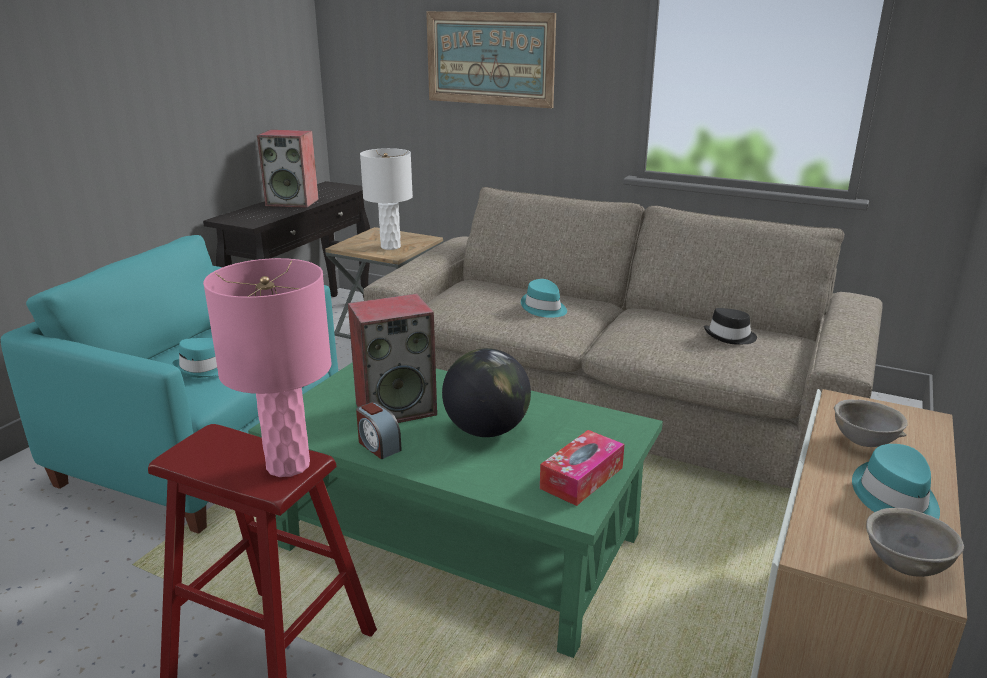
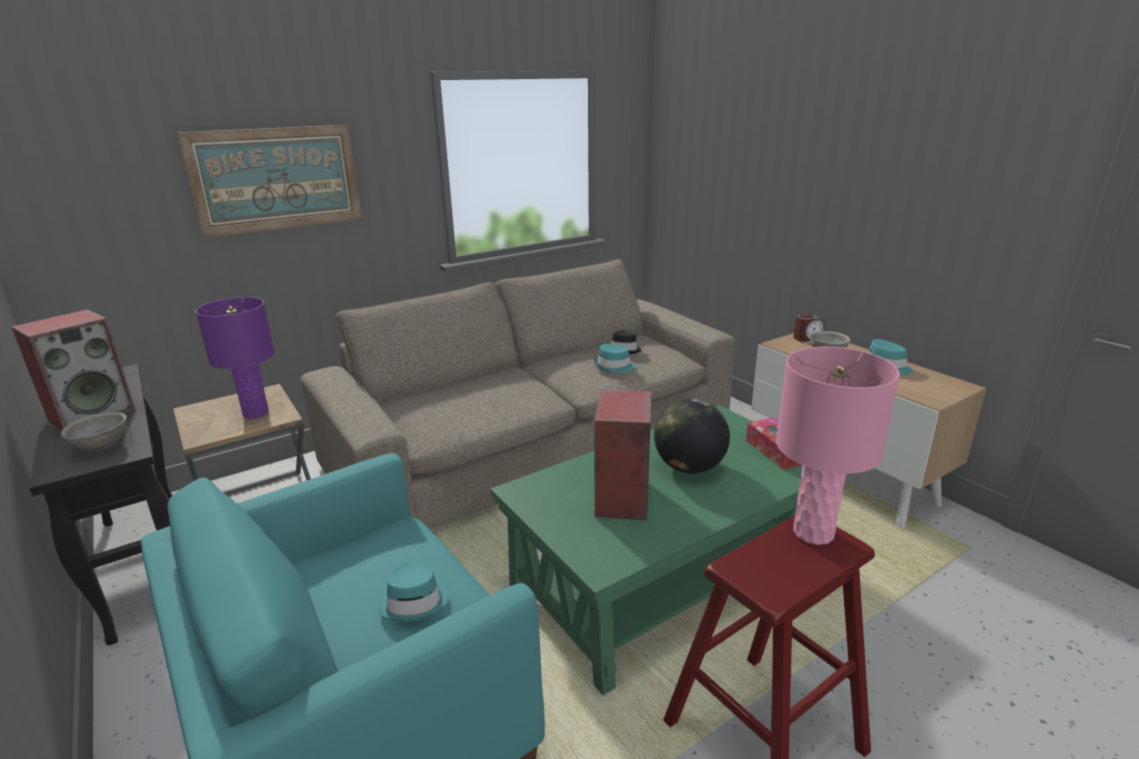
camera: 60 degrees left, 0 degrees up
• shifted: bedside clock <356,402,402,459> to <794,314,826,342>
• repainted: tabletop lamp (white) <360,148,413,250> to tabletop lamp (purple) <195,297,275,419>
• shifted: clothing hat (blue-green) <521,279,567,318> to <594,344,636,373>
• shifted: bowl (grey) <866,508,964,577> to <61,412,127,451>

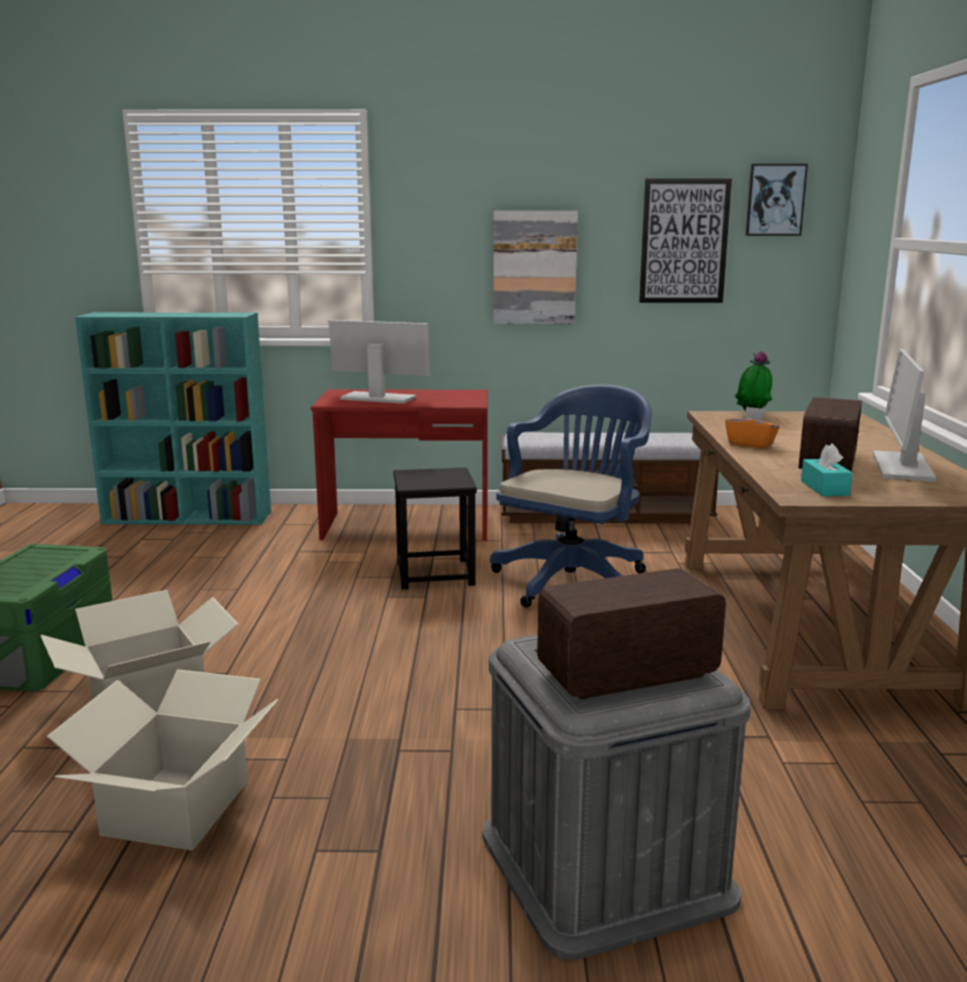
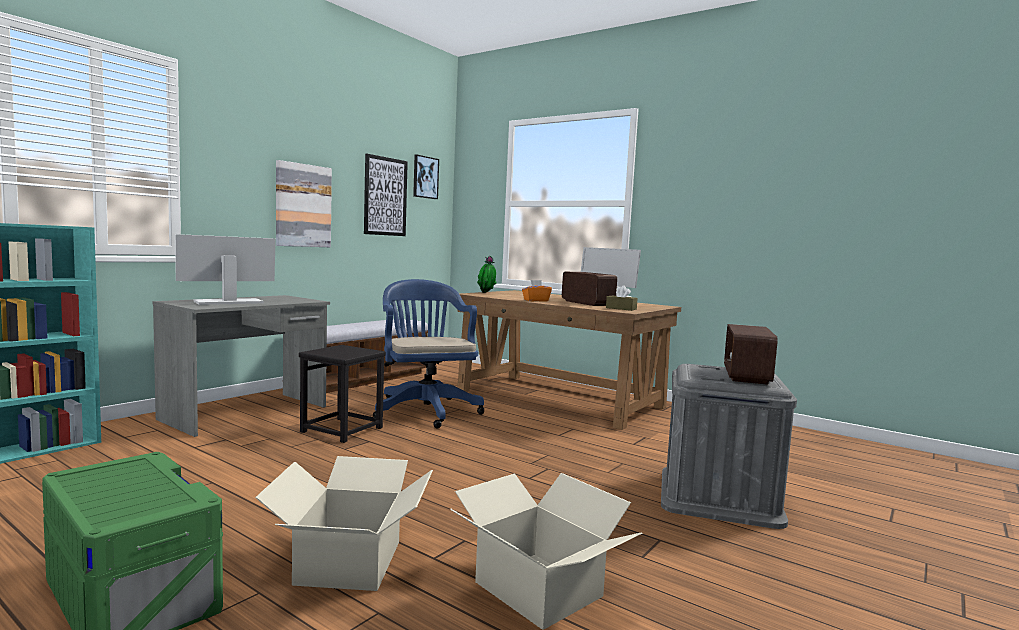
camera: 55 degrees left, 10 degrees down
• repainted: desk table (red) <311,389,488,541> to desk table (grey) <153,295,330,437>
• repainted: tissue holder (blue-green) <801,443,853,496> to tissue holder (brownish) <606,285,638,311>

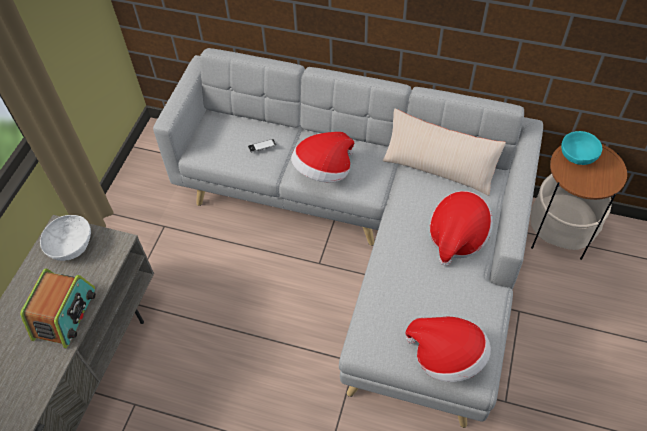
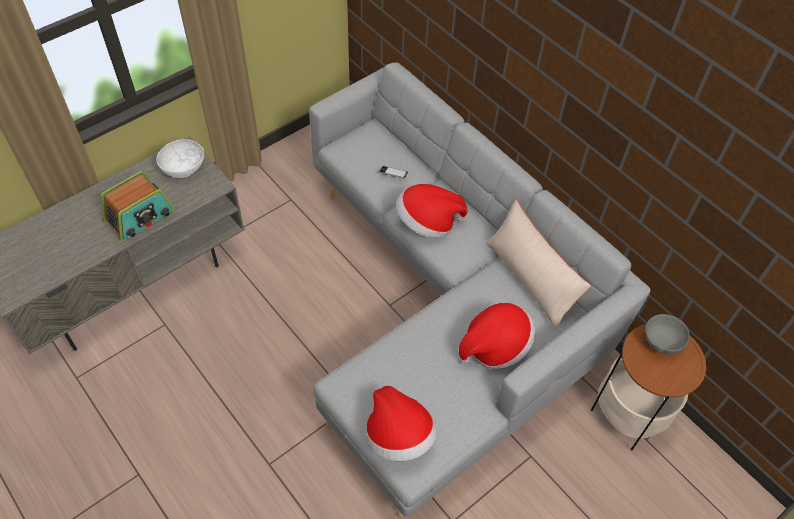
camera: 30 degrees right, 0 degrees up
• repainted: bowl (blue-green) <561,131,602,165> to bowl (grey) <645,314,690,355>

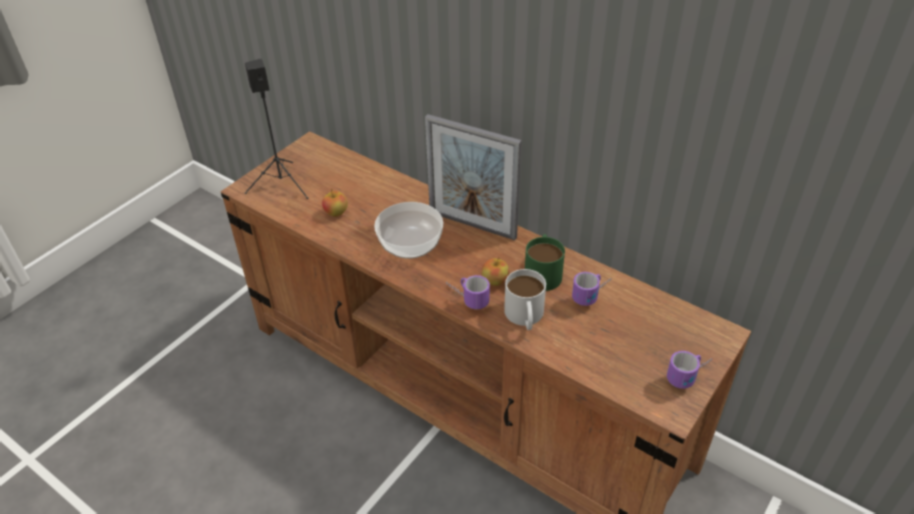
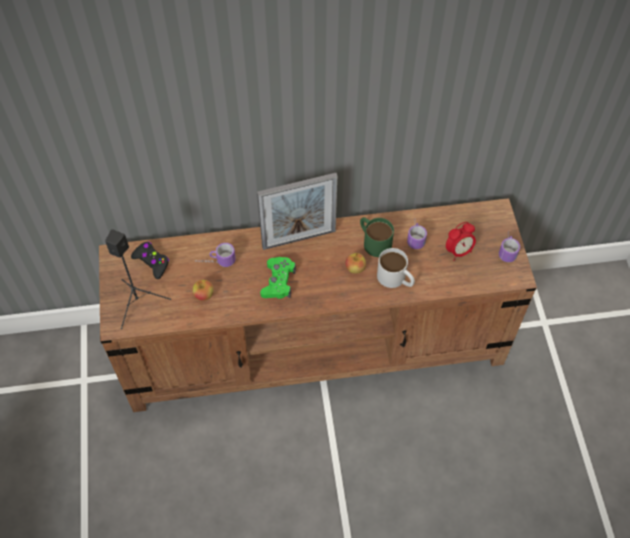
camera: 45 degrees left, 15 degrees up
• swapped: bowl <374,202,443,259> to game controller (green-coloured) <260,257,296,299>
• shifted: coffee mug <446,275,490,309> to <195,243,236,267>
• new: game controller (blackish) <131,241,169,279>
• new: bedside clock <446,222,476,261>

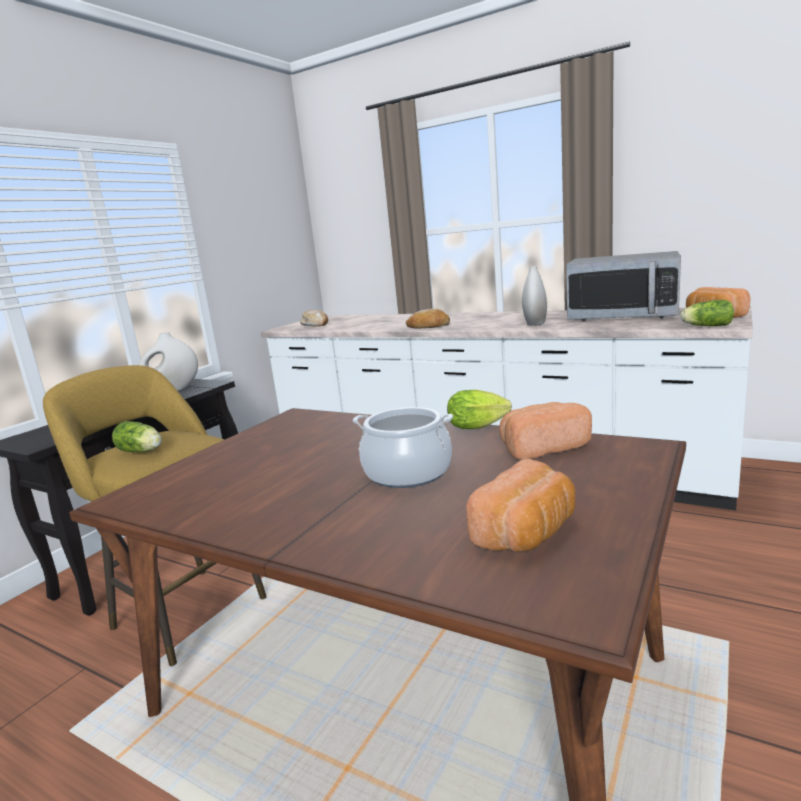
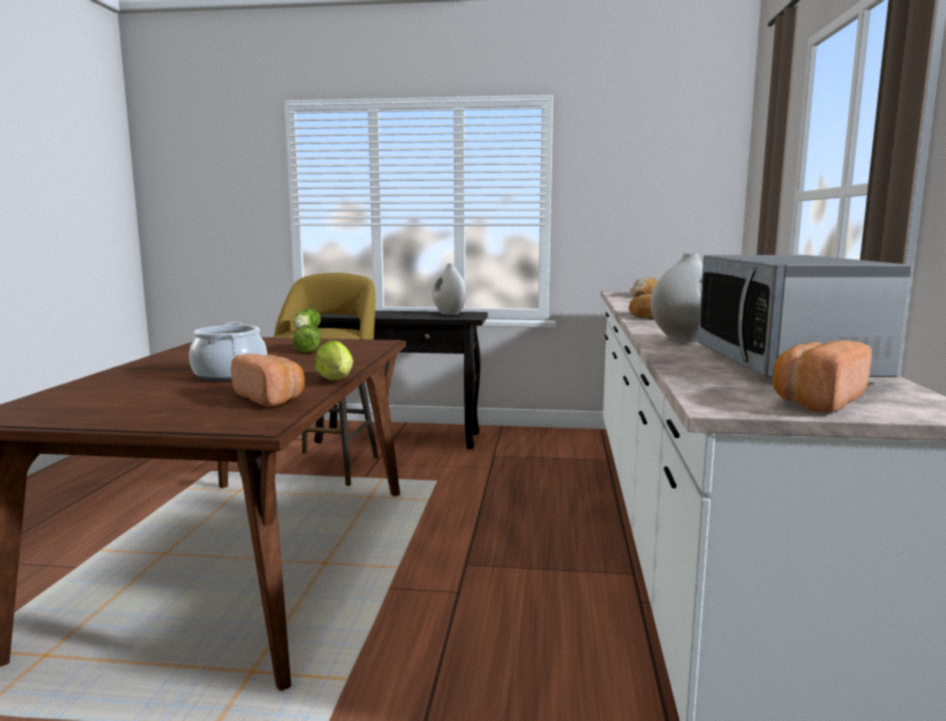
camera: 65 degrees right, 5 degrees down
• gone: bread <466,459,576,552>
• shifted: head of lettuce <681,300,734,326> to <292,325,321,353>

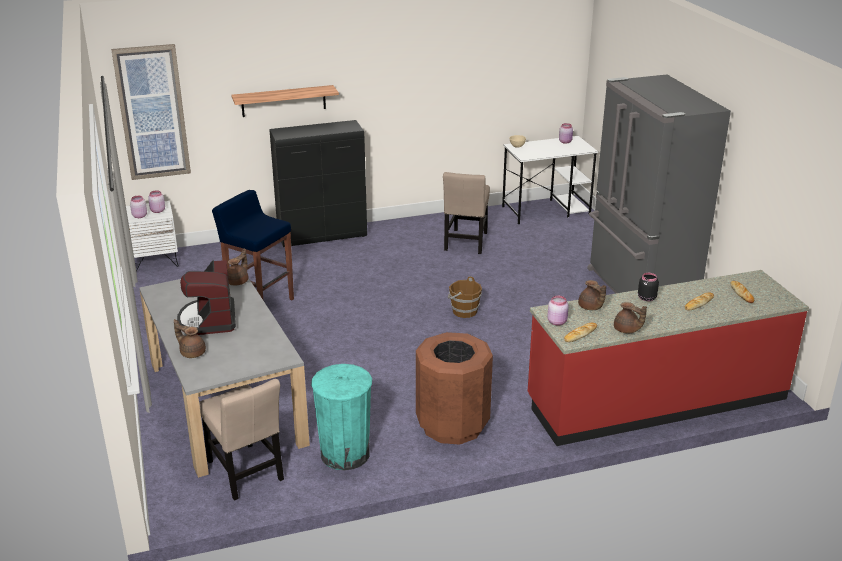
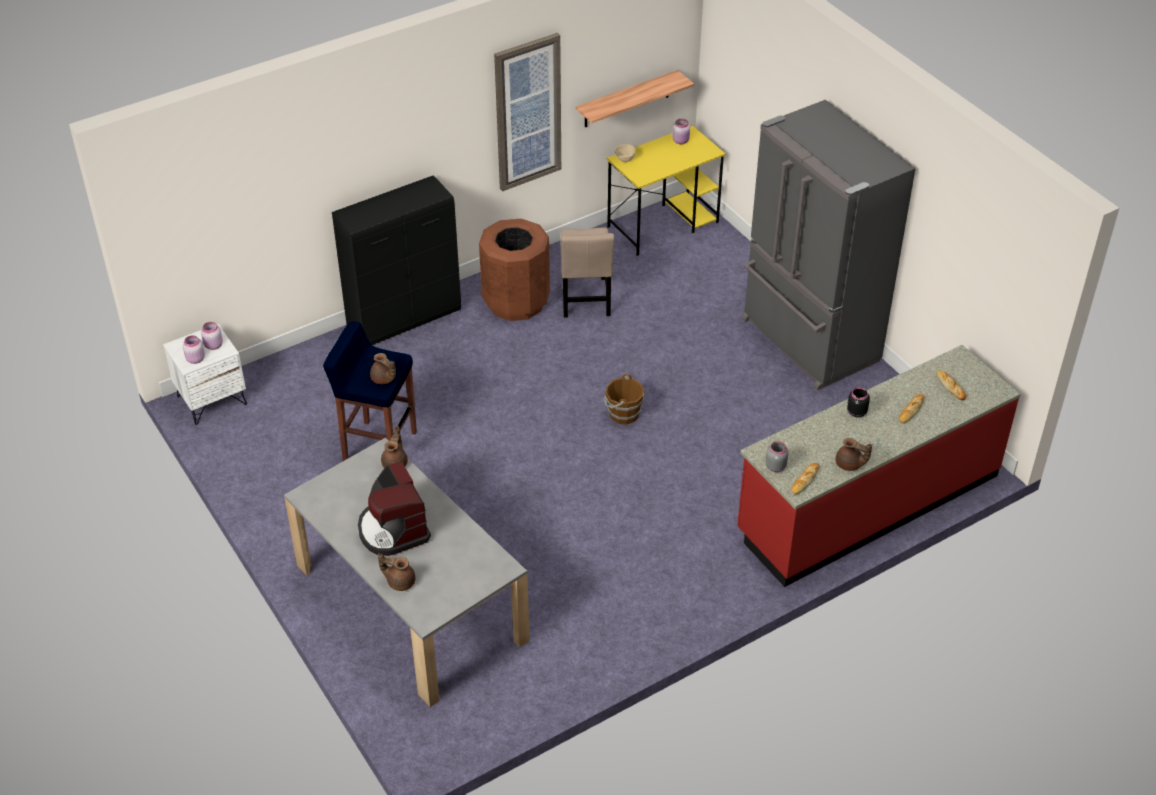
camera: 15 degrees left, 15 degrees up
• shifted: wall art <111,44,191,180> to <494,33,561,191>
• gone: chair (sand-coloured) <199,379,284,501>
• shifted: bracket shelf <231,85,339,117> to <576,70,694,127>
• gone: trash can (blue-green) <311,364,372,470>
• shifted: trash can (brownish) <416,332,493,445> to <479,219,550,321>
• repainted: desk table (white) <502,136,598,224> to desk table (yellow-coloured) <606,126,726,256>
• repainted: preserve jar (pinkish) <547,296,569,326> to preserve jar (grey) <766,441,789,472>
• shifted: tea pot (brownish) <578,280,606,310> to <370,353,396,384>

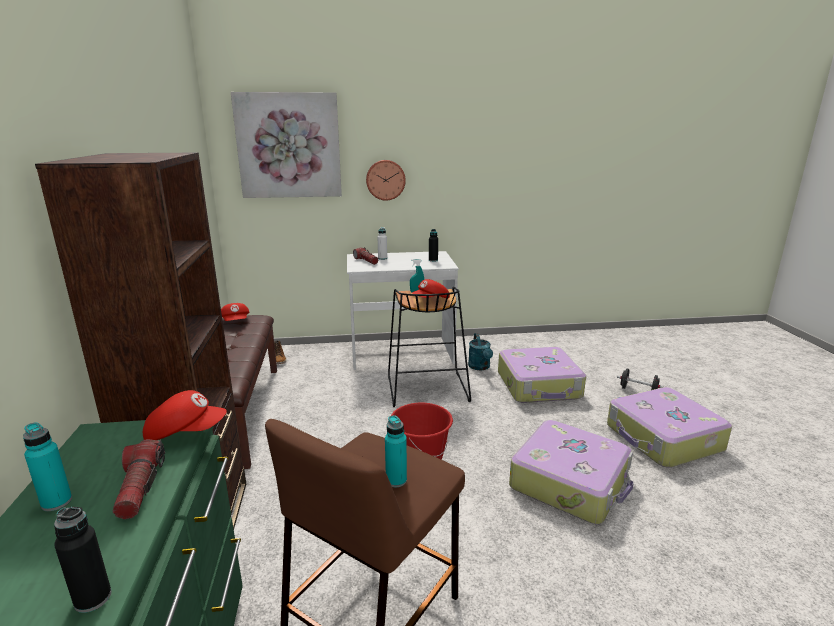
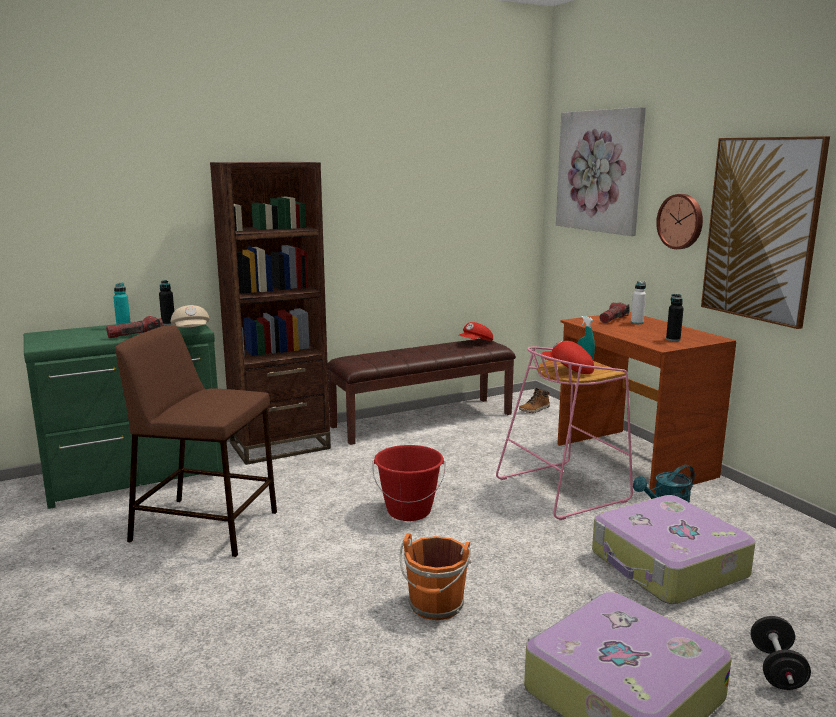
camera: 70 degrees right, 5 degrees down
• shifted: bottle (blackish) <54,507,112,613> to <159,280,174,325>
• repainted: baseball cap (red) <143,390,227,440> to baseball cap (sand-coloured) <171,305,210,327>
• repainted: desk table (white) <347,251,459,370> to desk table (brownish) <557,312,736,494>
• gone: bottle (blue-green) <385,415,407,487>
• repainted: stool seat (blackish) <388,287,471,407> to stool seat (pinkish) <496,347,633,520>
• swapped: suitcase <509,420,634,524> to bucket (orange) <400,533,471,620>
• new: wall art <701,136,830,329>

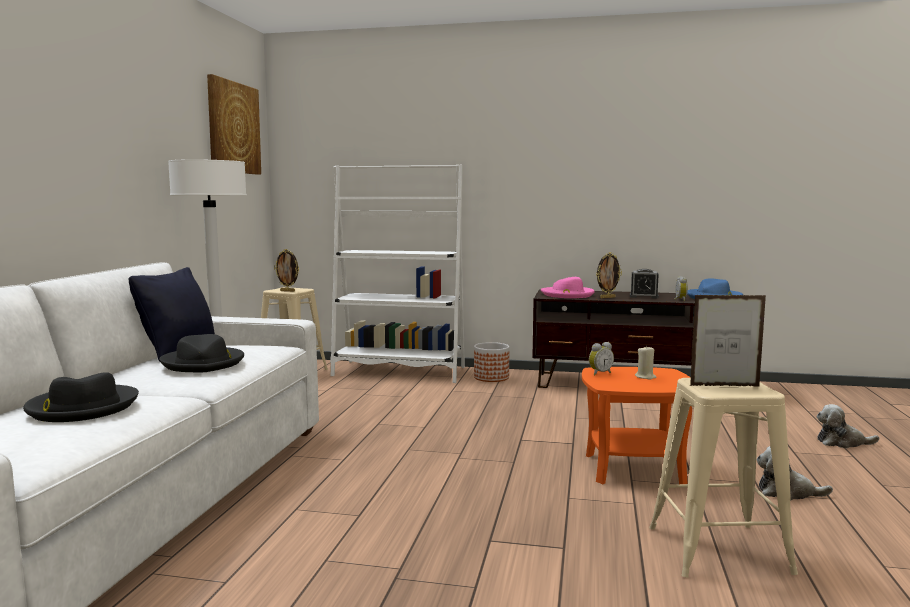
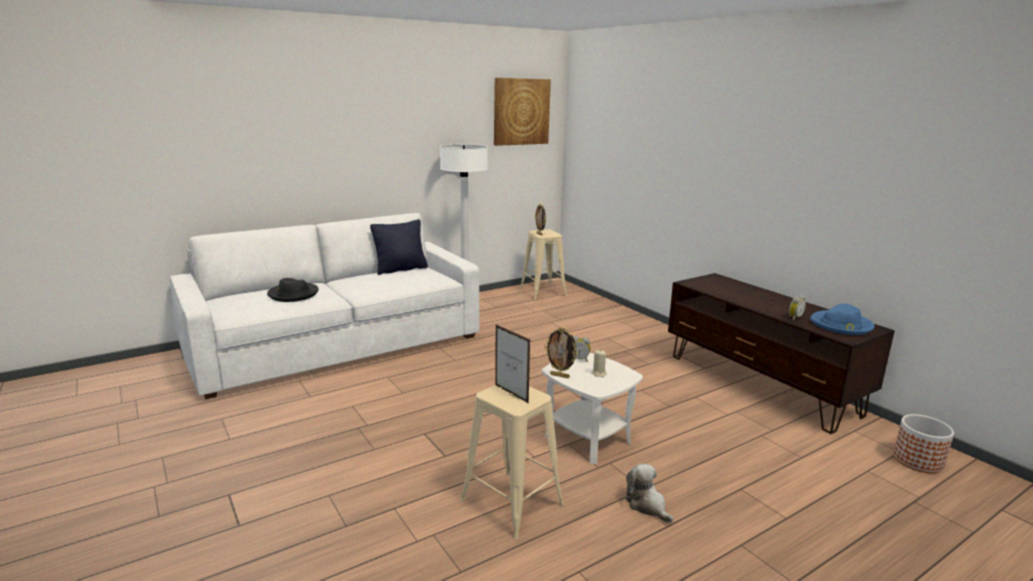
camera: 45 degrees right, 10 degrees up
• gone: clothing hat (blackish) <159,334,244,372>
• gone: bookshelf (white) <330,164,465,383>
• shifted: plant pot <474,342,510,382> to <893,414,954,473>
• gone: clothing hat (pinkish) <541,277,594,298>
• repainted: side table (orange) <582,367,692,484> to side table (white) <542,353,643,464>
• shifted: picture frame <596,252,622,298> to <544,327,578,378>
• gone: bedside clock <630,269,659,298>
• gone: plush toy <817,404,879,448>

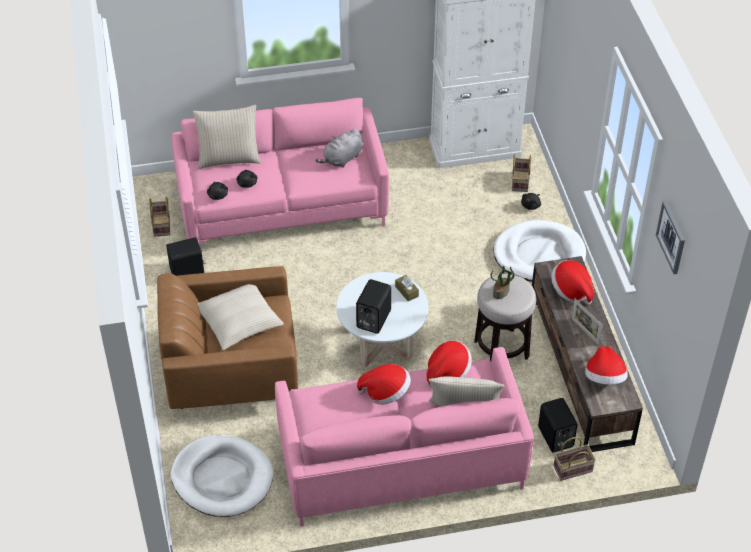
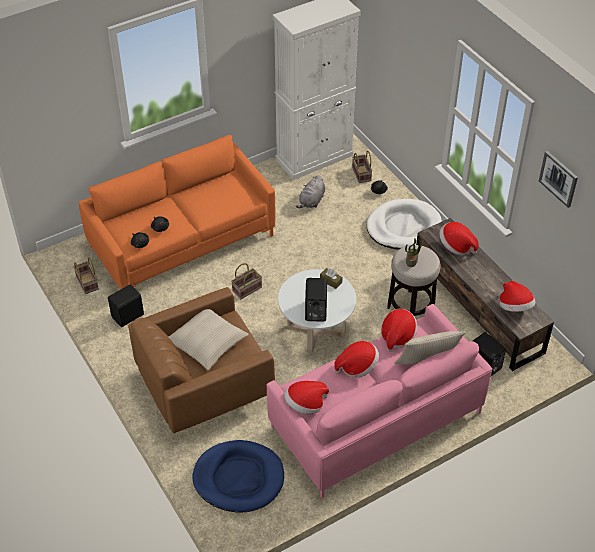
camera: 20 degrees left, 0 degrees up
• repainted: dog cushion (white) <171,435,273,517> to dog cushion (blue) <193,440,284,513>
• repainted: settee (pinkish) <172,98,389,243> to settee (orange) <78,135,275,289>
• gone: throw pillow (sand-coloured) <193,105,261,169>
• shifted: plush toy (grey) <315,129,363,168> to <296,175,325,208>
• shifted: household basket <554,437,596,481> to <231,263,262,300>
• gone: picture frame <571,299,603,345>
• new: clothing hat <284,381,329,414>

